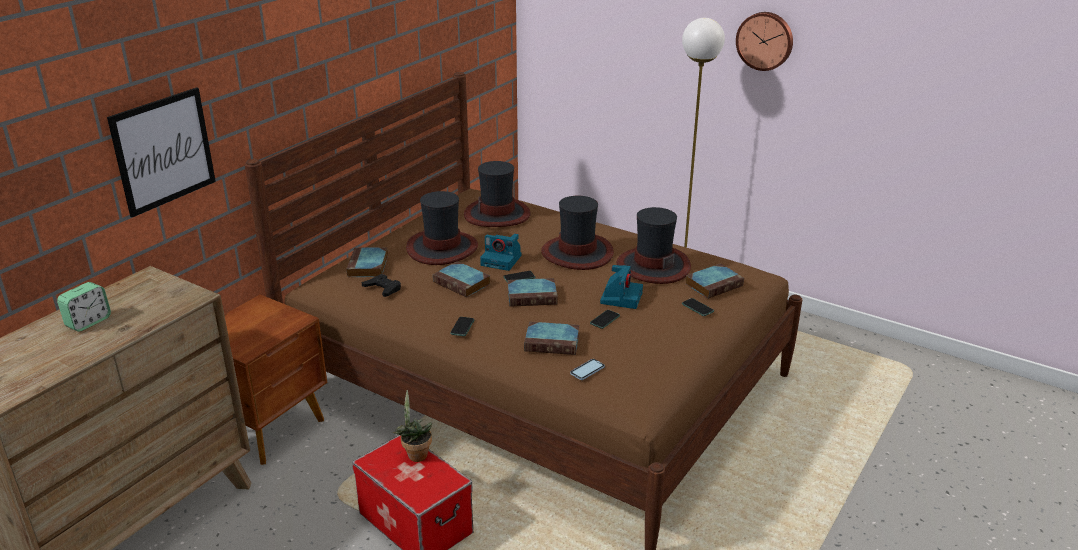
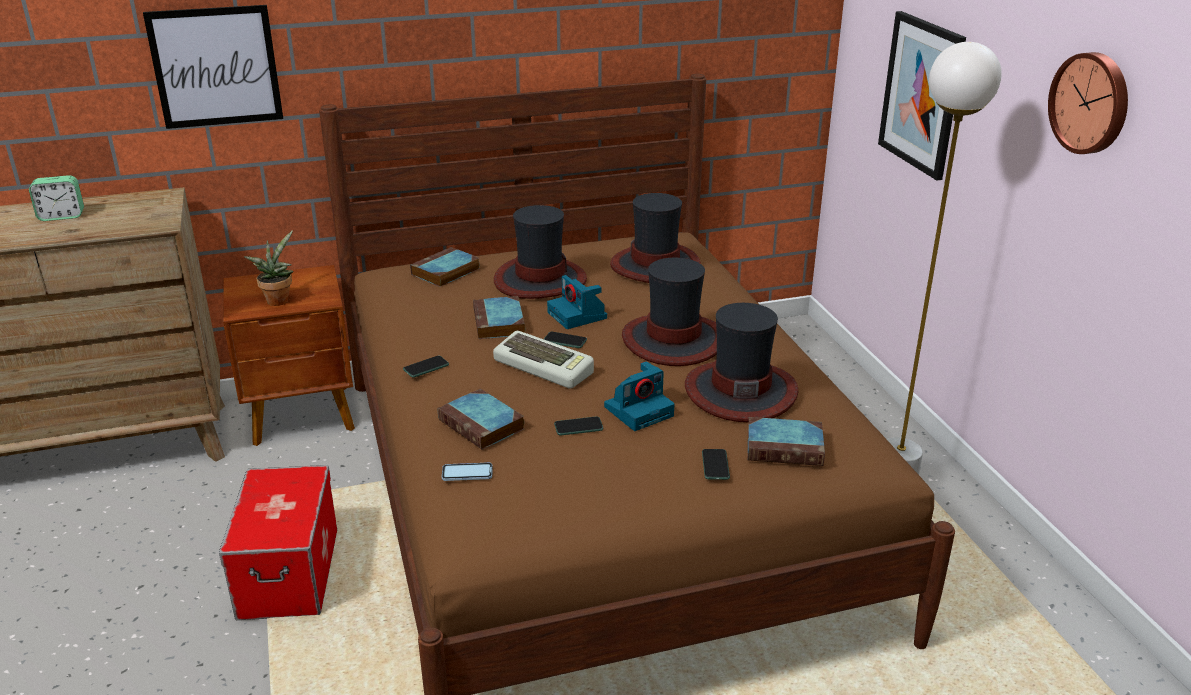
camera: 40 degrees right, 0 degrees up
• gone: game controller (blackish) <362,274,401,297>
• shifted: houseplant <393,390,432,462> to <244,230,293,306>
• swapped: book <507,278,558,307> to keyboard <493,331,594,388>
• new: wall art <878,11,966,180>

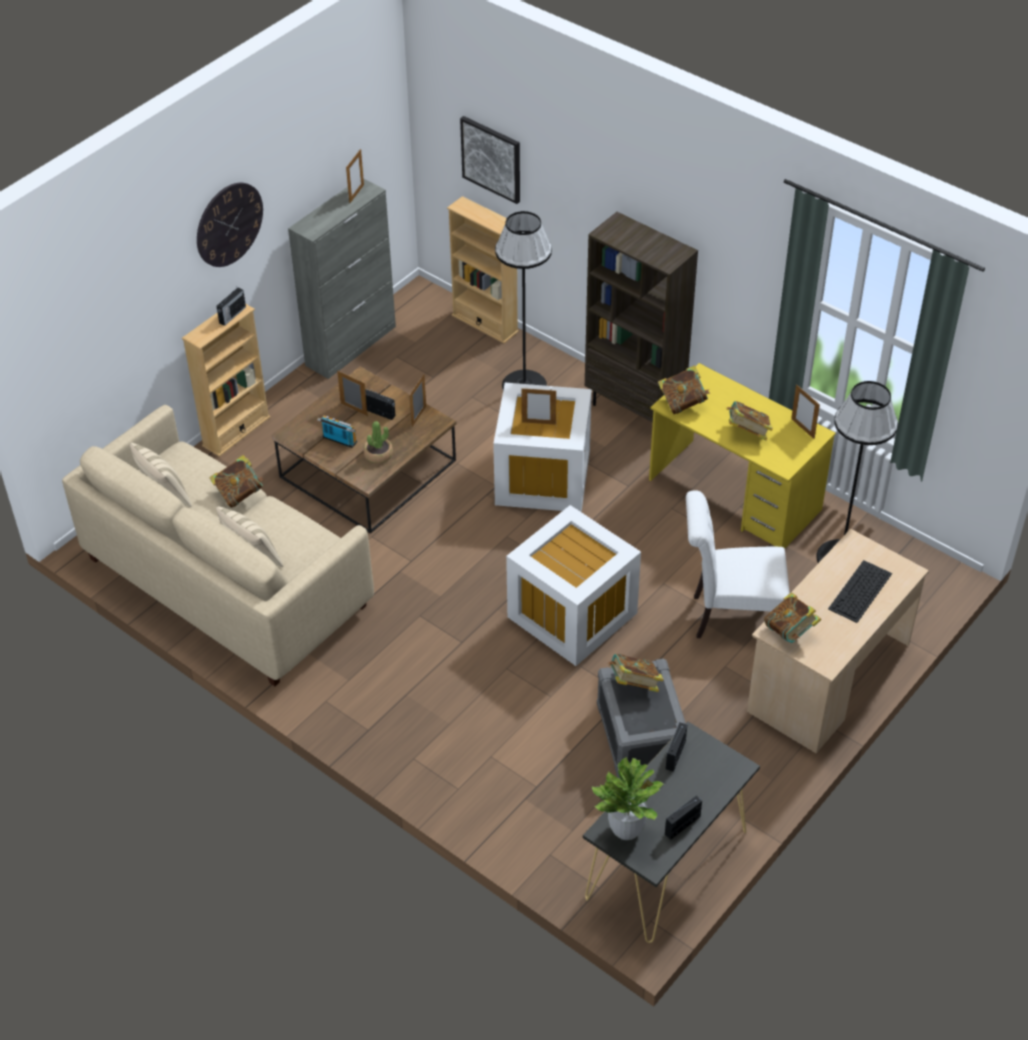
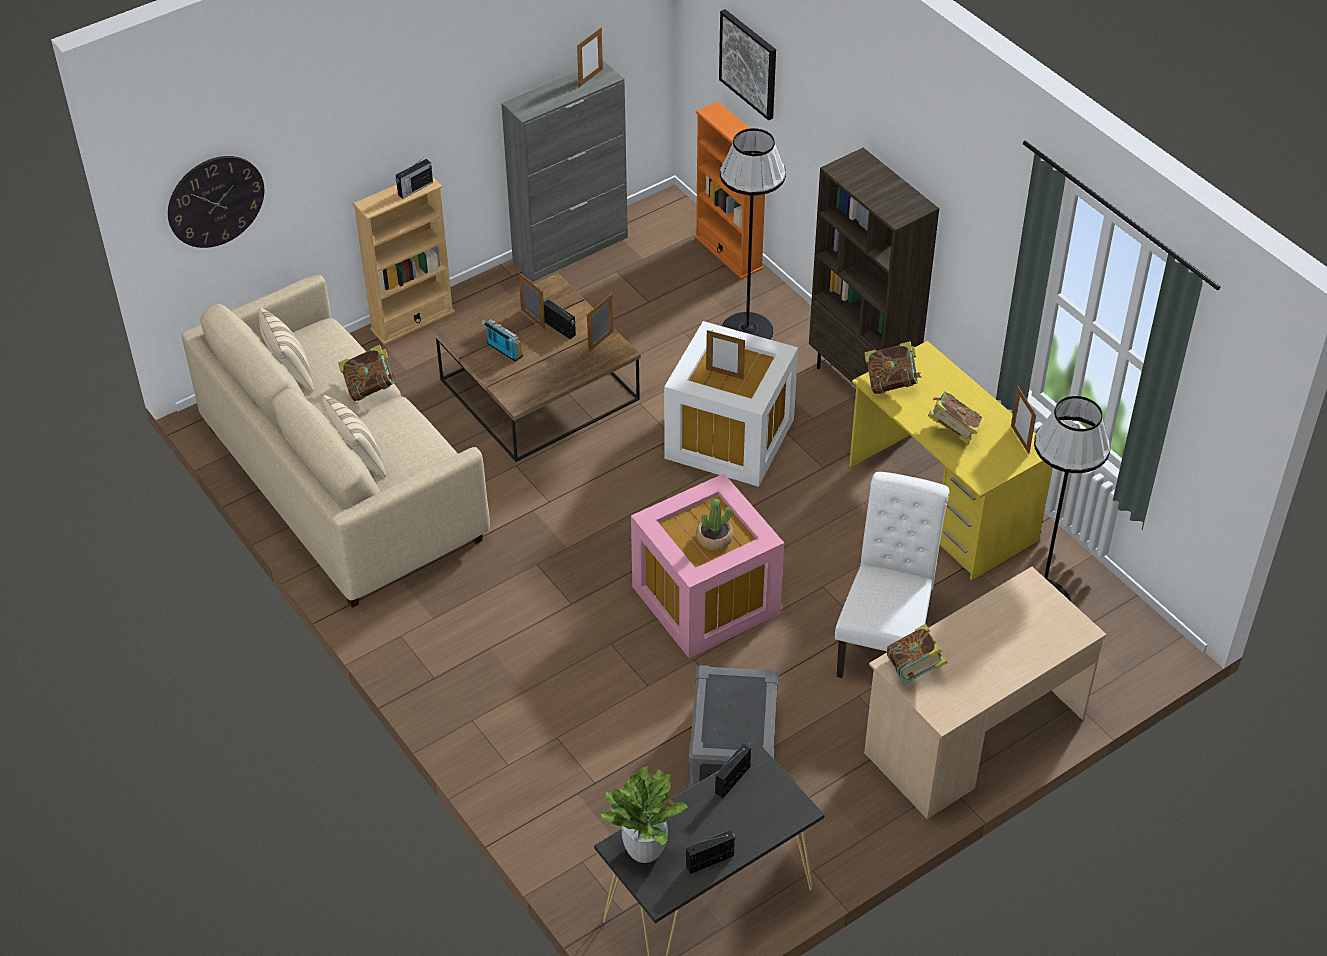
camera: 15 degrees right, 0 degrees up
• shifted: hanging clock <197,183,263,267> to <168,156,264,248>
• shifted: houseplant <363,421,393,464> to <696,499,733,550>
• repainted: bookshelf (sand-coloured) <447,196,519,344> to bookshelf (orange) <694,102,765,279>
• repainted: storage bin (white) <506,505,641,666> to storage bin (pinkish) <631,473,784,658>
• gone: book <608,654,664,692>
• rotated: chair (white) <686,490,790,638> = <835,472,949,678> 90 degrees clockwise
• gone: keyboard <828,560,892,623>

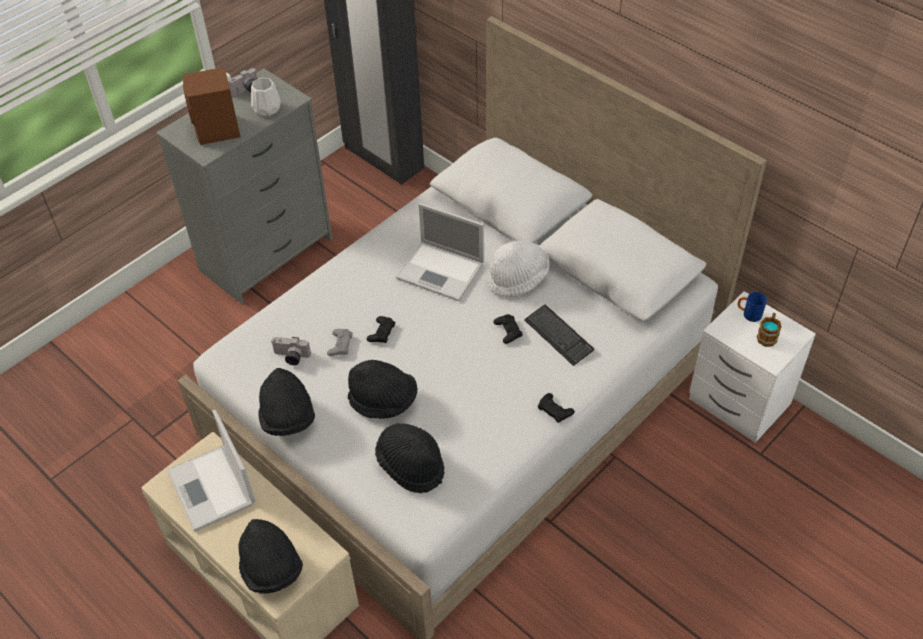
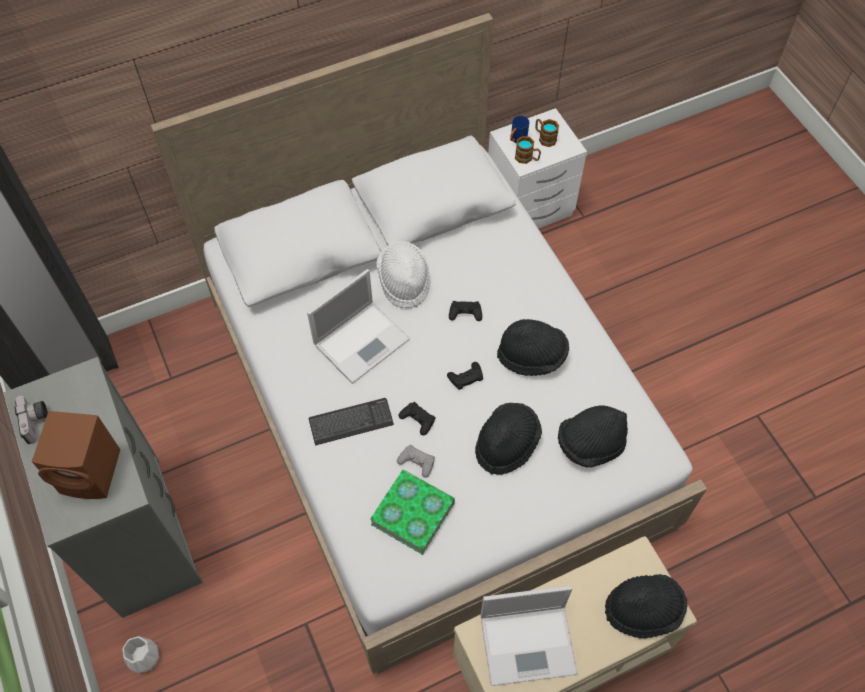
camera: 70 degrees left, 10 degrees up
• shifted: flower vase (white) <251,78,281,116> to <122,636,159,674>
• shifted: clothing hat (blackish) <258,368,315,436> to <497,319,569,376>
• swapped: photo camera <271,337,311,365> to book <370,469,455,555>
• shifted: keyboard <524,305,594,366> to <309,398,394,445>
• shifted: game controller (blackish) <538,393,575,423> to <447,362,483,390>
• new: coffee mug <515,136,541,164>

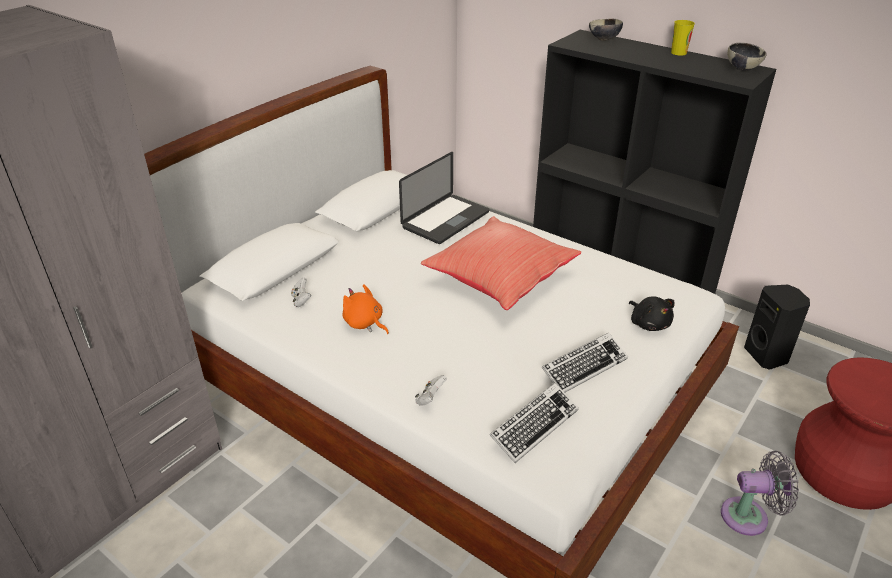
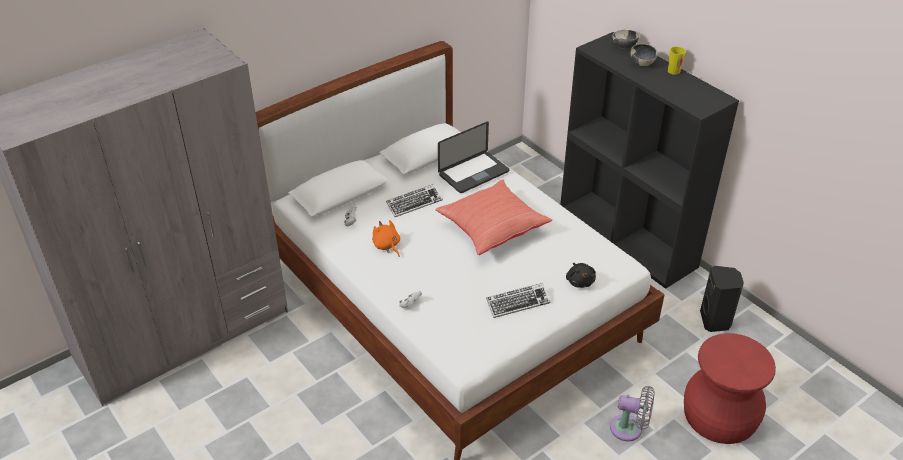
camera: 15 degrees right, 5 degrees up
• shifted: keyboard <490,383,579,463> to <386,184,443,217>
• shifted: bowl <728,43,767,71> to <631,44,658,67>

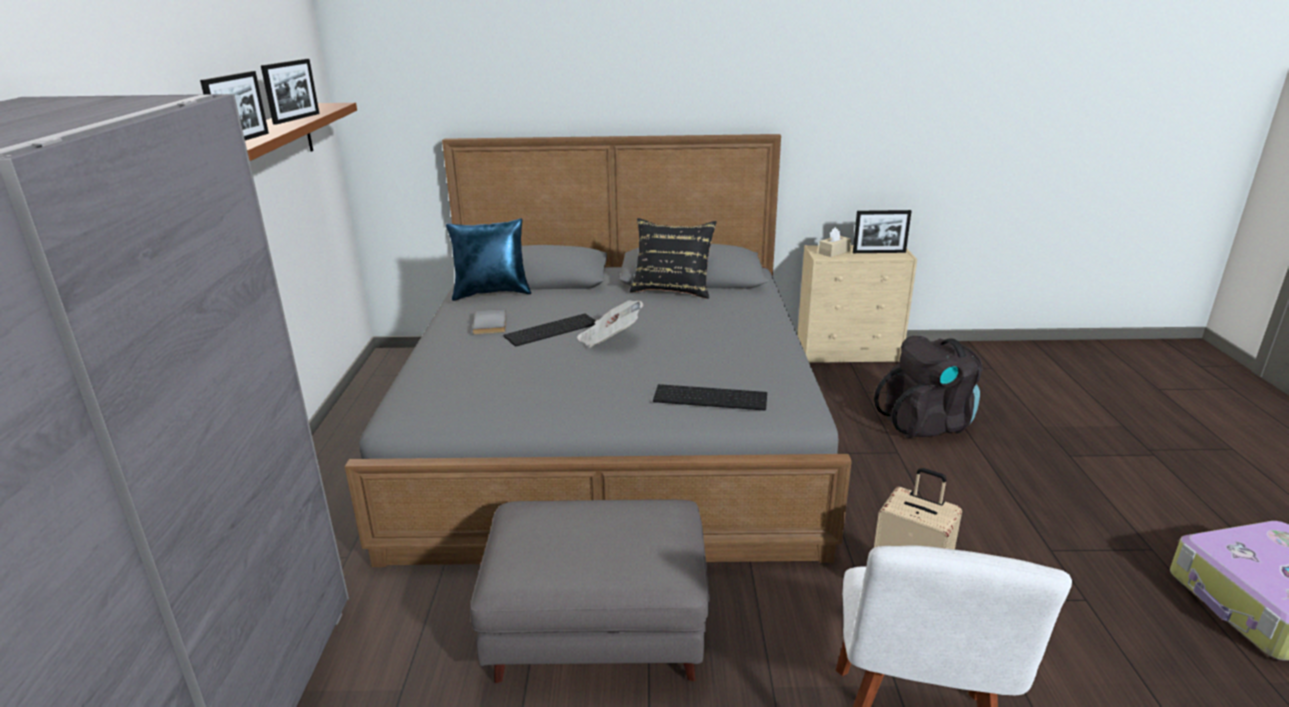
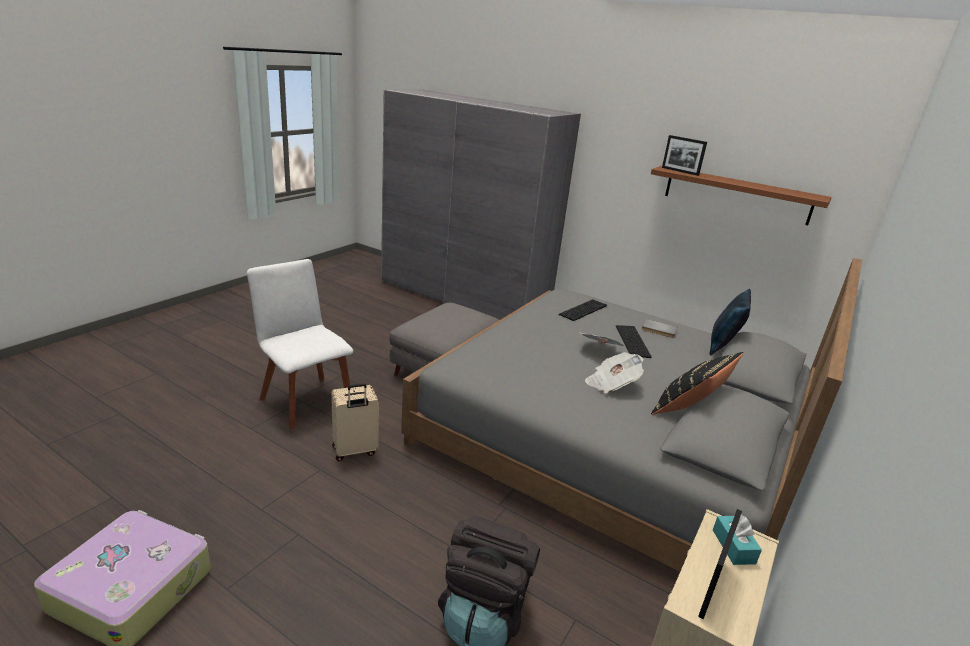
camera: 120 degrees right, 0 degrees up
• gone: picture frame <261,59,319,125>
• shifted: keyboard <653,384,767,411> to <559,299,607,321>
• repainted: tissue holder (sand-coloured) <819,227,851,257> to tissue holder (blue-green) <713,515,762,565>
• new: newspaper <585,352,644,393>

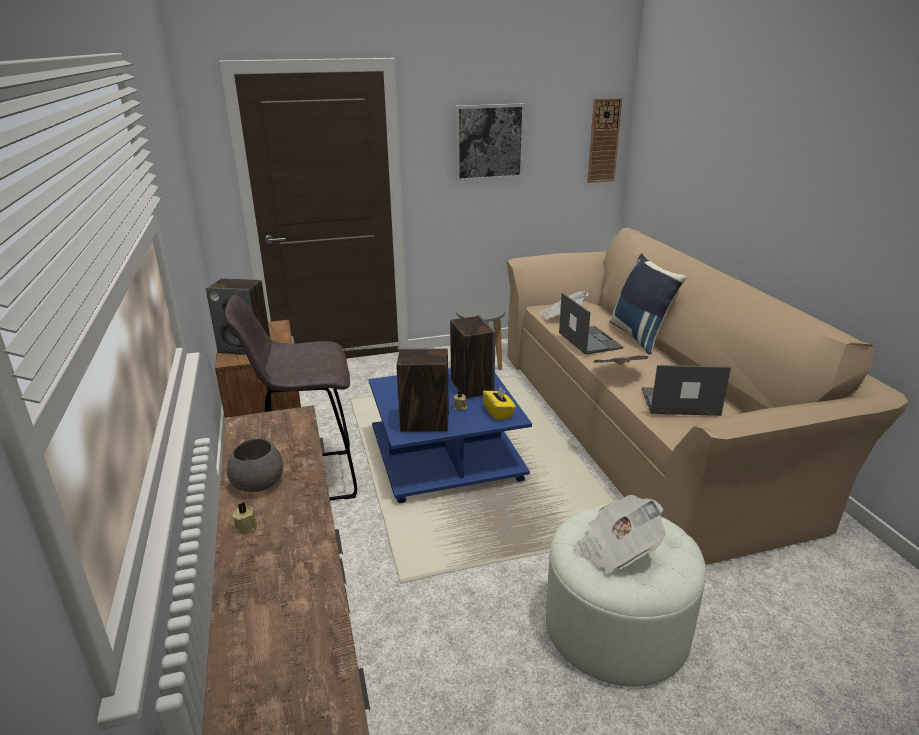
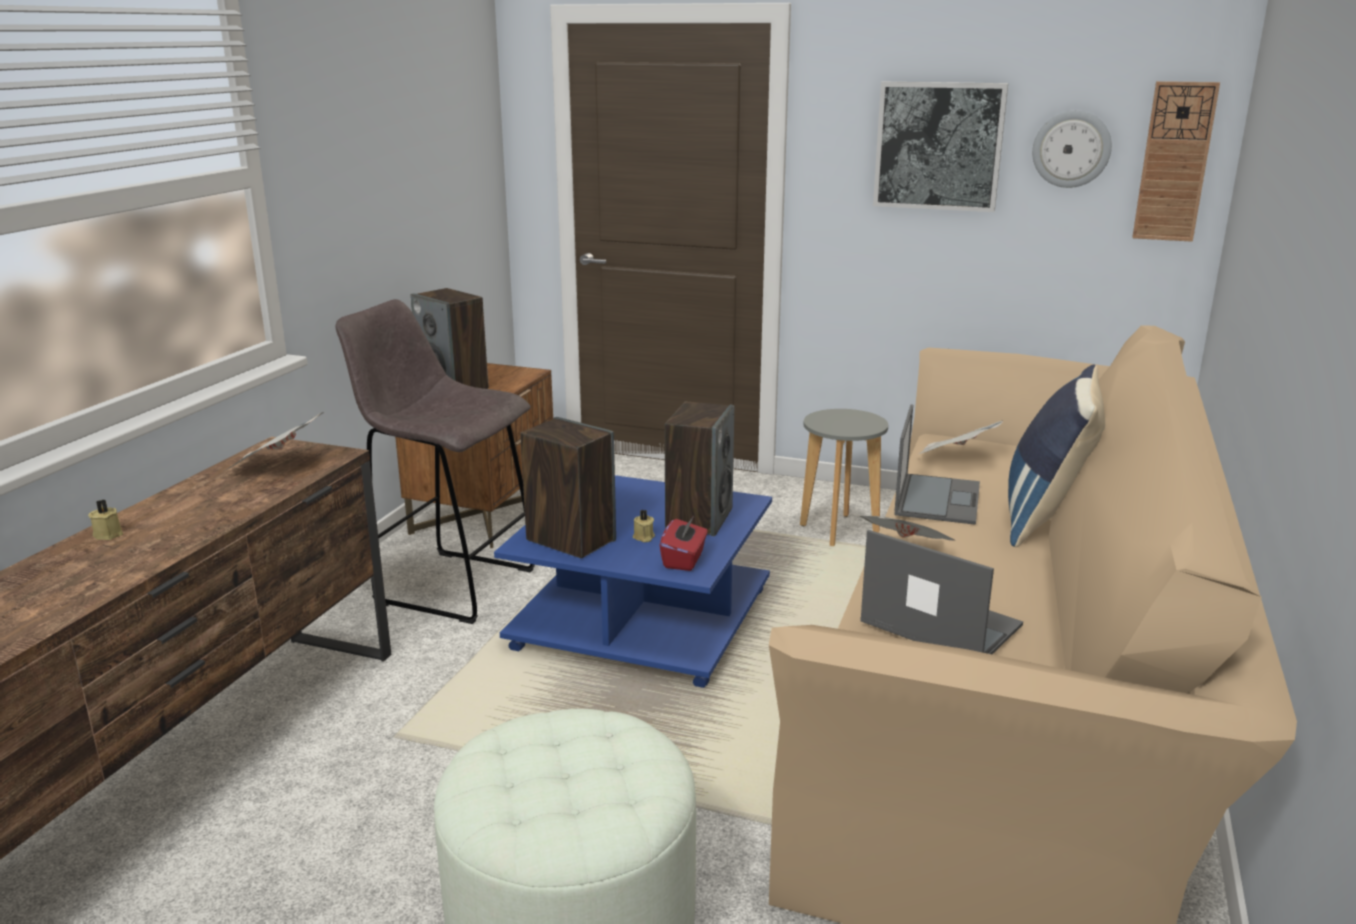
camera: 35 degrees right, 5 degrees down
• gone: bowl (grey) <227,438,283,492>
• repainted: tissue holder (yellow-coloured) <483,386,516,421> to tissue holder (red) <660,516,708,571>
• shifted: newspaper <574,495,665,573> to <224,412,324,471>
• new: hanging clock <1032,111,1112,188>

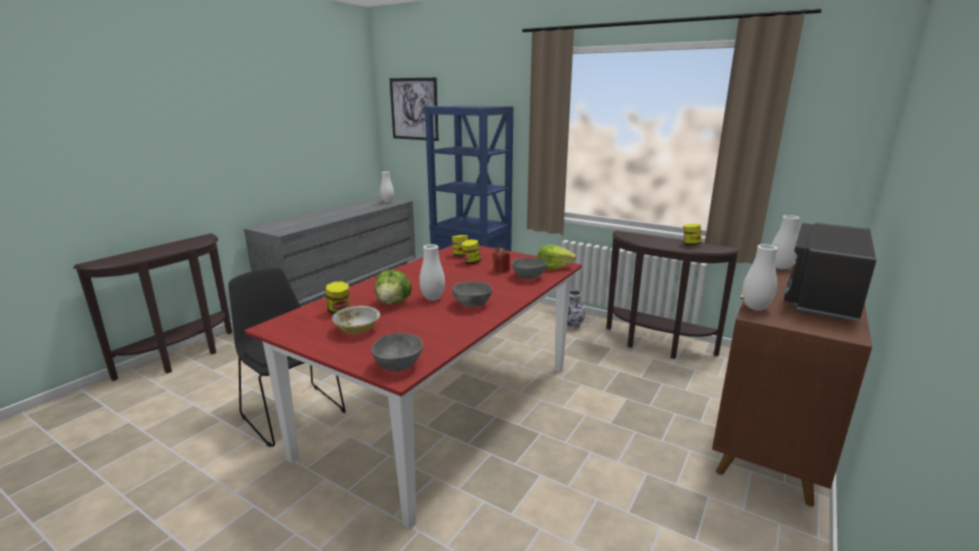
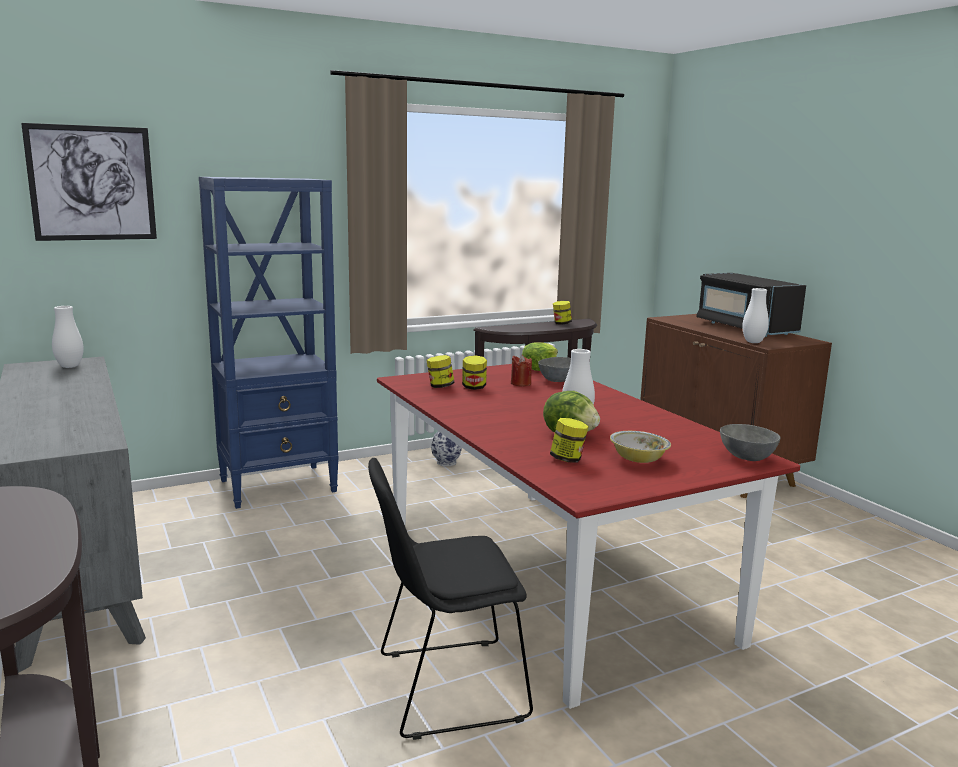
camera: 60 degrees left, 5 degrees down
• gone: bowl (grey) <452,281,492,307>
• gone: flower vase (white) <772,215,799,269>

